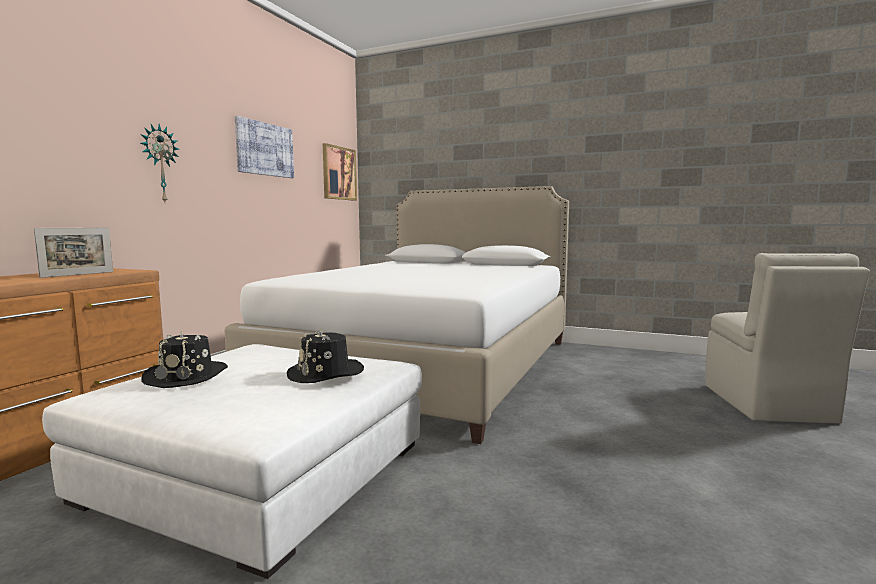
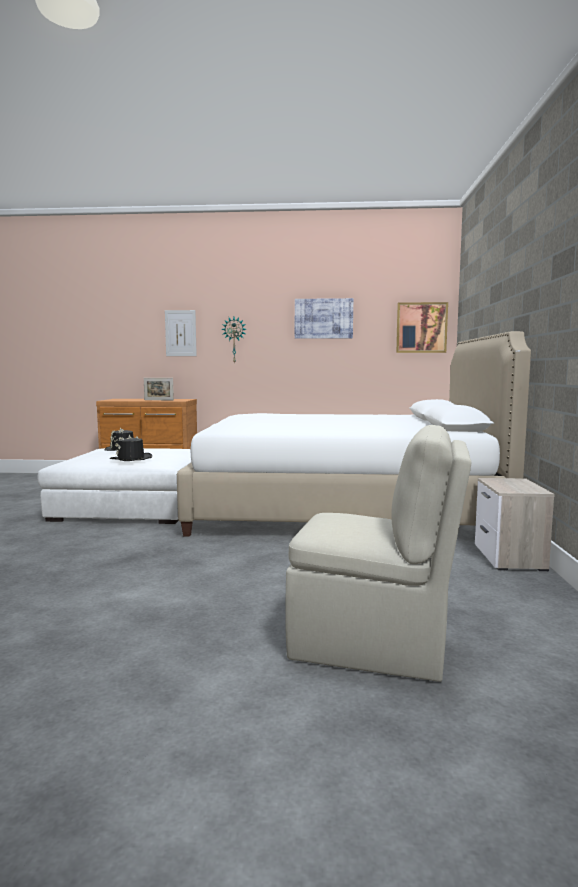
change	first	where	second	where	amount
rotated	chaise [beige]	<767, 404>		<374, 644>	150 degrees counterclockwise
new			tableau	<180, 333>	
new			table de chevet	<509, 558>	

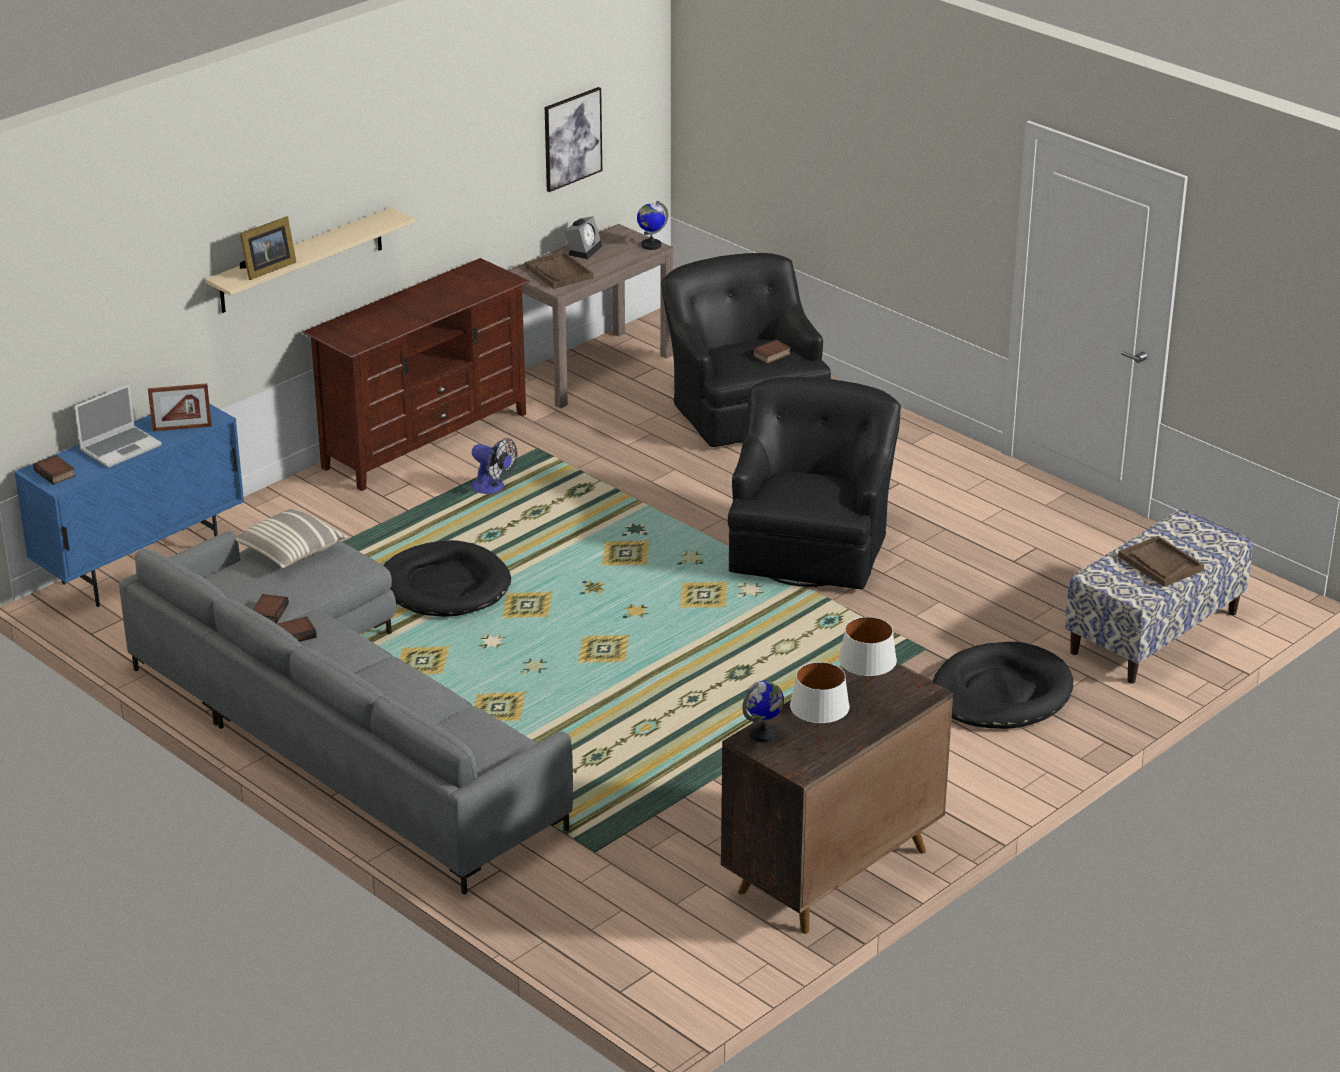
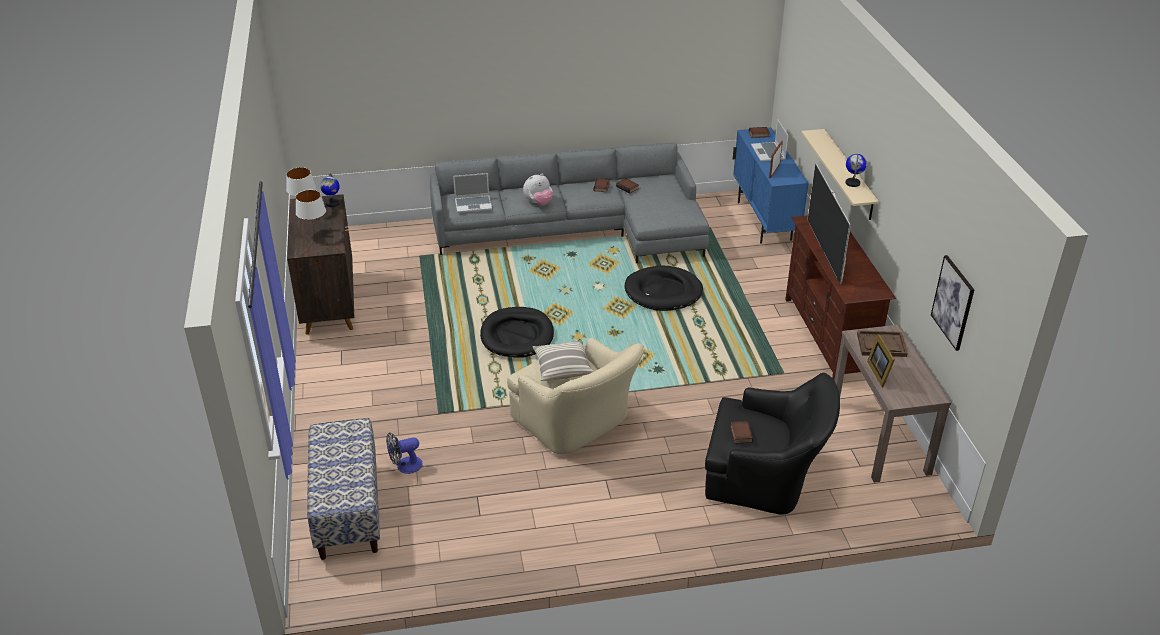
change	first	where	second	where	amount
shifted	coussin	<289, 551>		<562, 368>	
shifted	cadre photo	<266, 269>		<879, 372>	
shifted	ventilateur	<493, 488>		<405, 466>	
gone	réveil	<584, 249>			
shifted	globe	<651, 245>		<852, 183>	
repainted	fauteuil [noir]	<810, 547>	fauteuil [beige]	<576, 423>	
shifted	panier pour chien [noir]	<1001, 693>		<517, 335>	
gone	plateau [marron]	<1160, 563>			
new			ordinateur portable	<473, 204>	
new			peluche	<538, 203>	
new			téléviseur	<824, 251>	

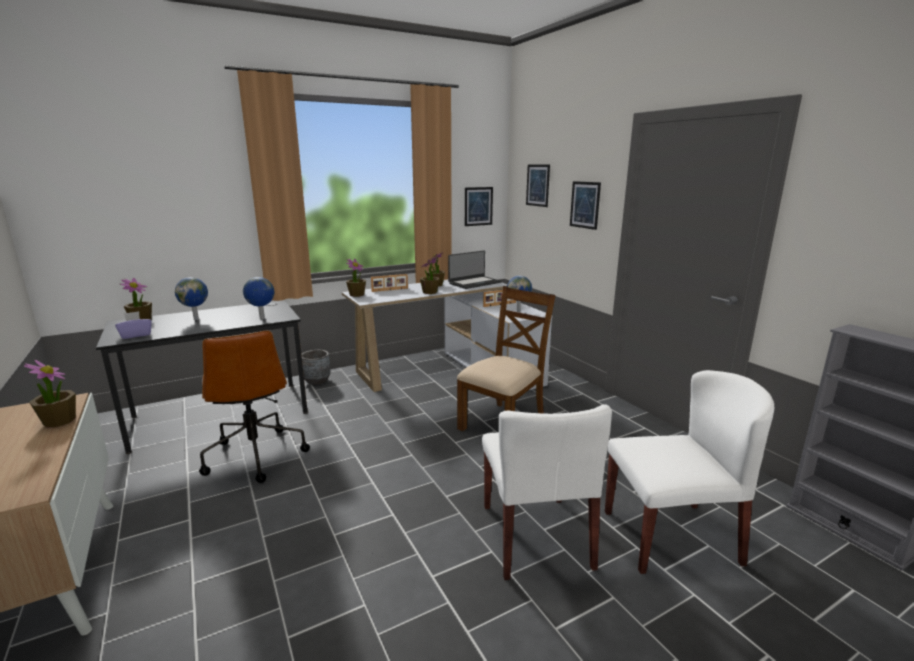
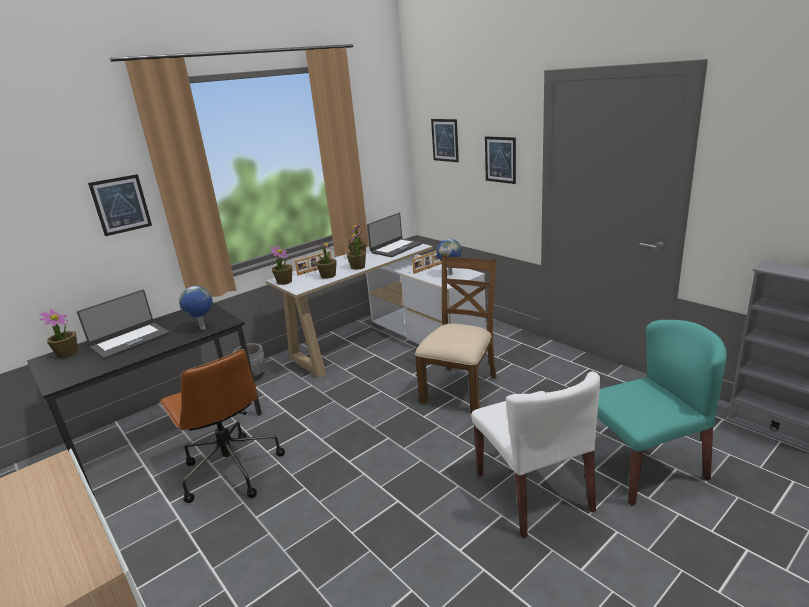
change	first	where	second	where	amount
shifted	plante en pot	<59, 421>		<328, 275>	
gone	boîte à mouchoirs [violet]	<136, 335>			
swapped	globe	<196, 319>	ordinateur portable	<130, 340>	
shifted	tableau	<478, 206>		<121, 205>	
repainted	chaise [blanc]	<671, 536>	chaise [turquoise]	<644, 467>	

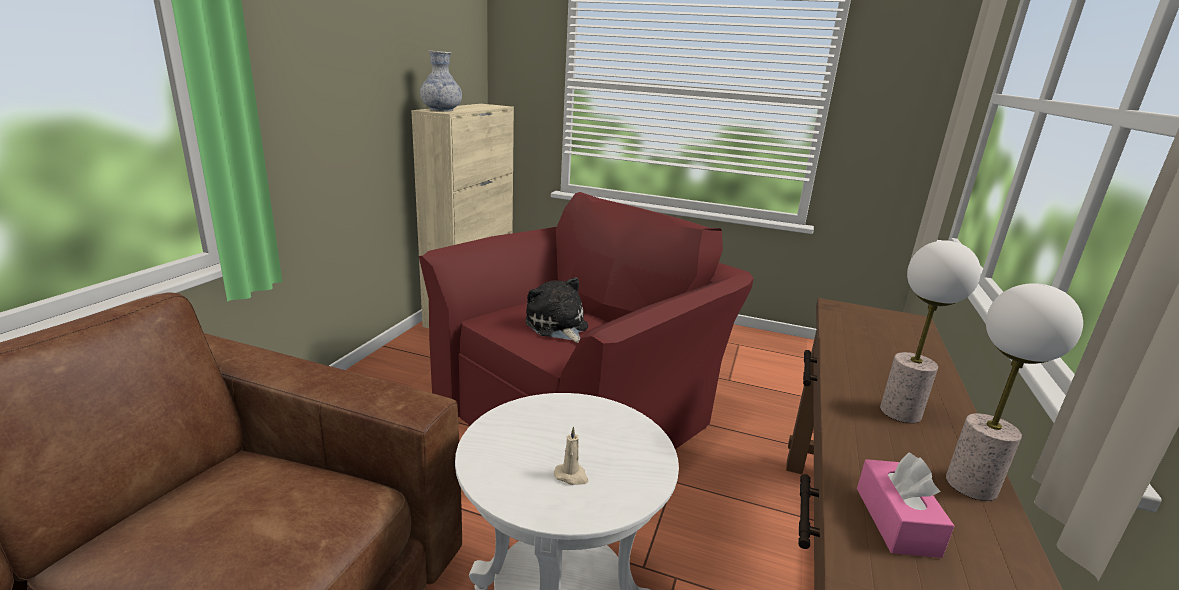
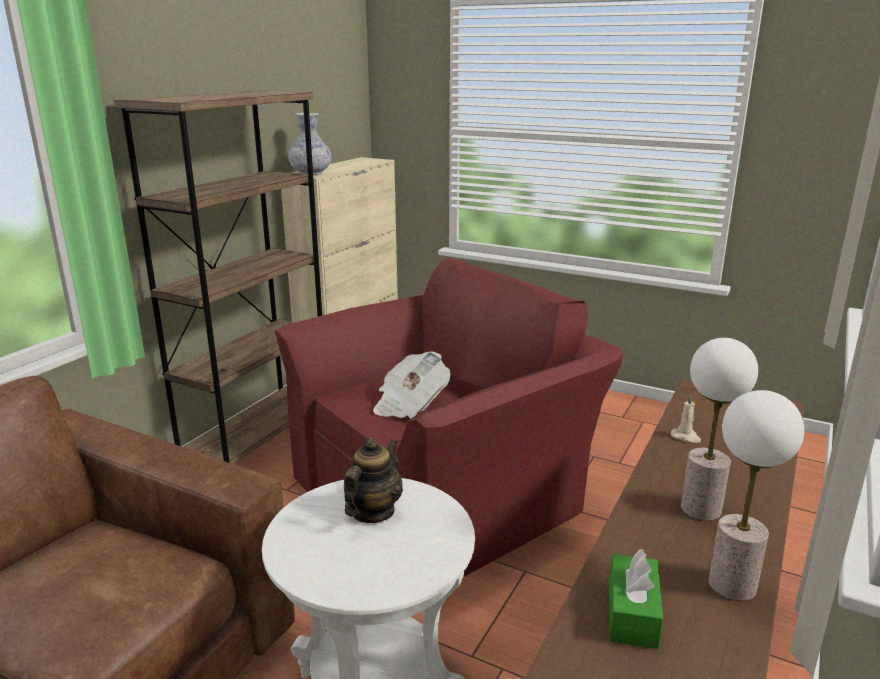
change	first	where	second	where	amount
swapped	peluche	<557, 326>	journal	<410, 404>	
shifted	bougie [beige]	<572, 476>		<686, 437>	
repainted	boîte à mouchoirs [rose]	<896, 521>	boîte à mouchoirs [vert]	<632, 614>	
new			bibliothèque [marron]	<258, 442>	
new			théière	<373, 512>	

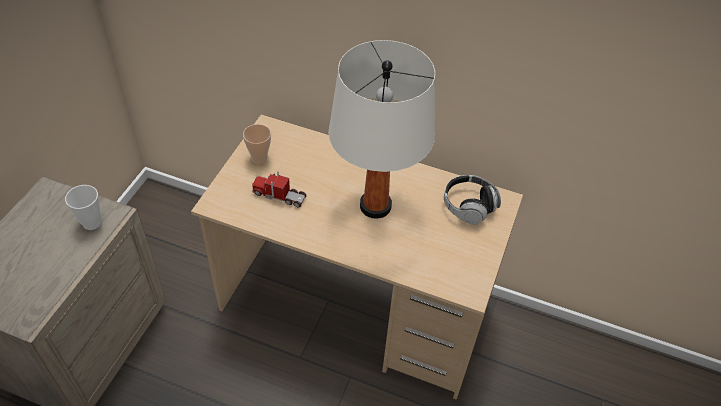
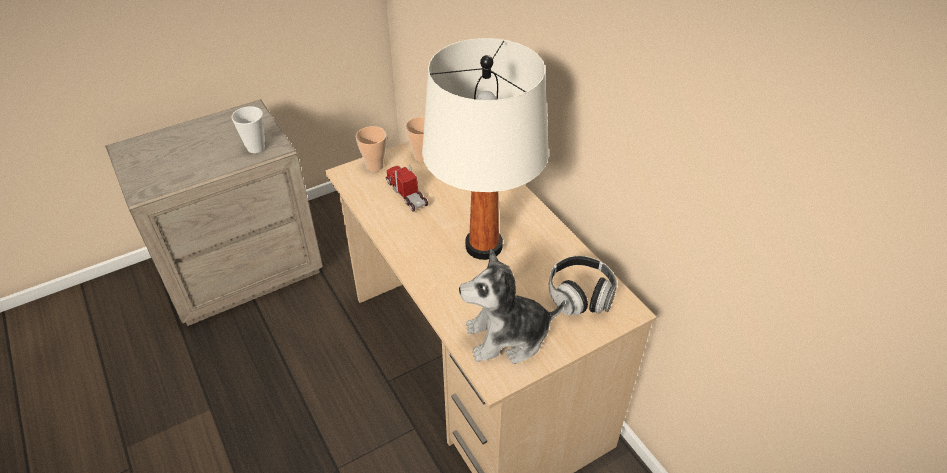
change	first	where	second	where	amount
new			tasse	<374, 166>	
new			peluche	<507, 337>	

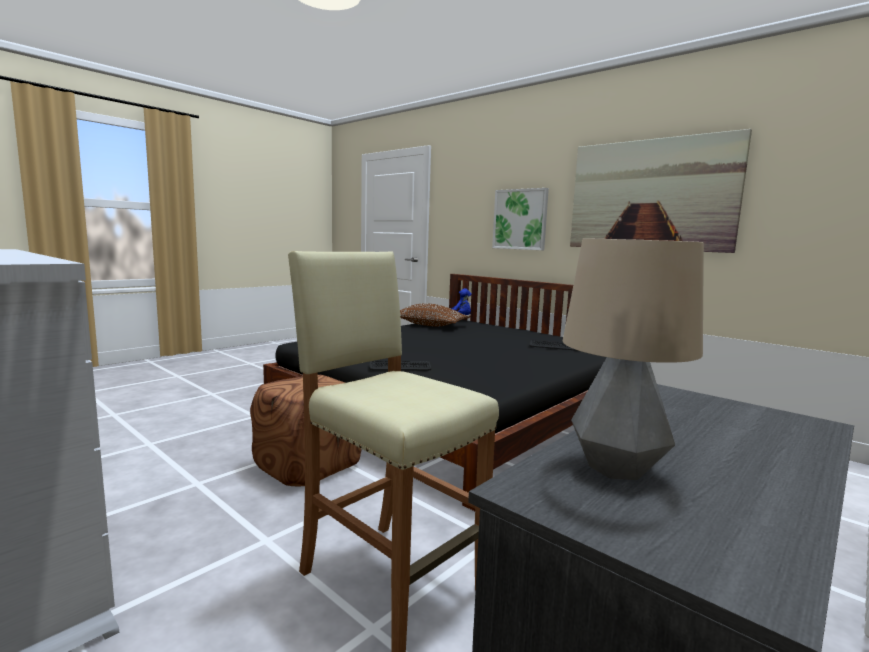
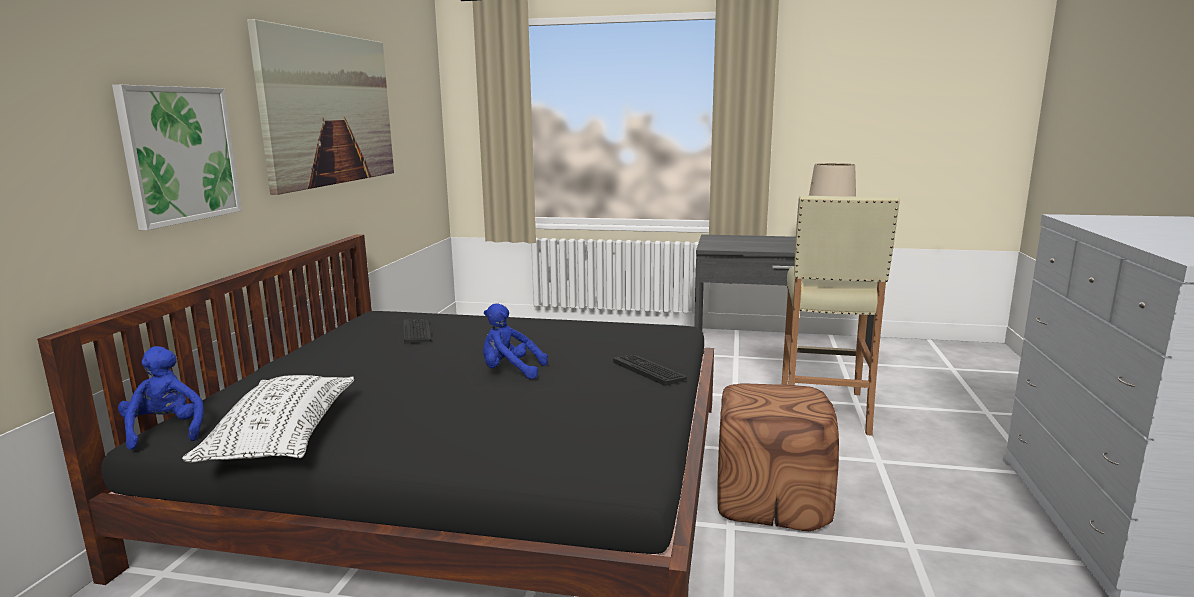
change	first	where	second	where	amount
repainted	coussin [marron]	<429, 325>	coussin [blanc]	<282, 436>	
new			peluche [bleu]	<510, 371>	

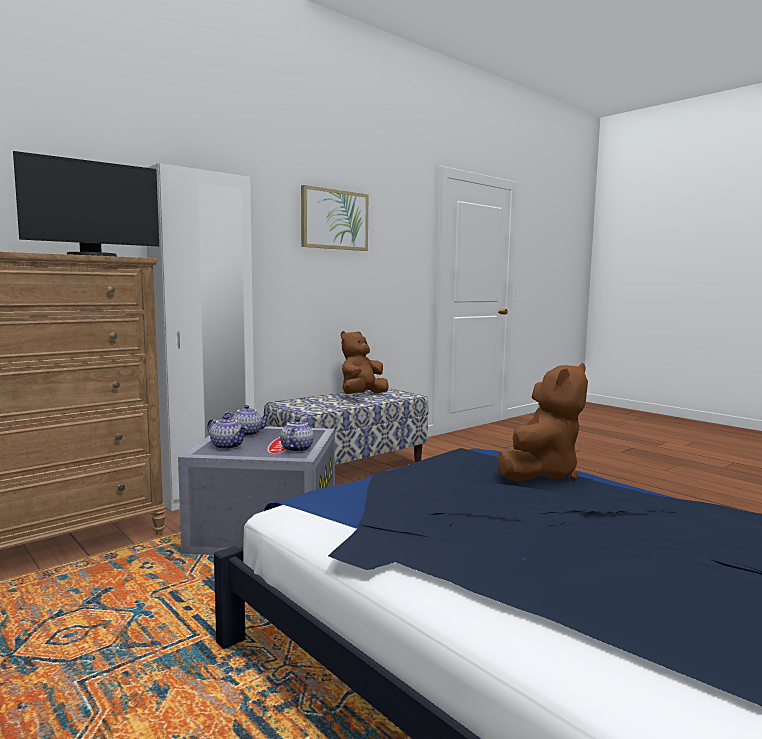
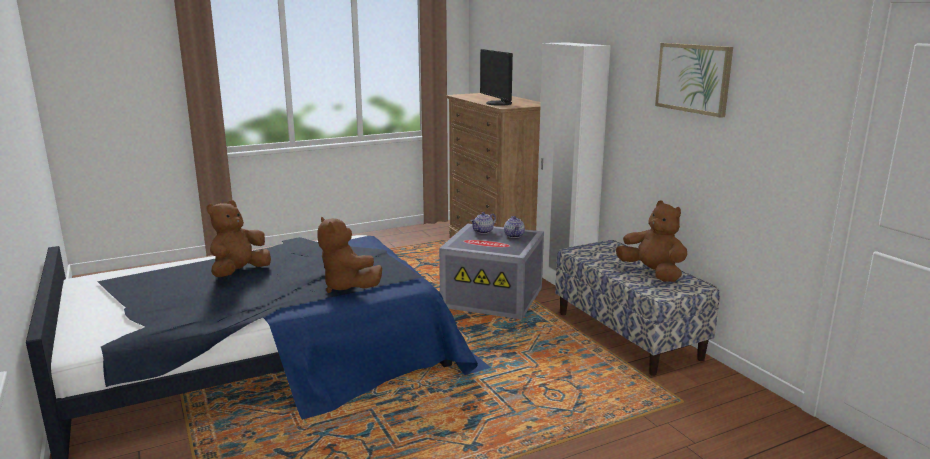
change	first	where	second	where	amount
gone	théière	<296, 449>			
new			peluche [marron]	<239, 273>	

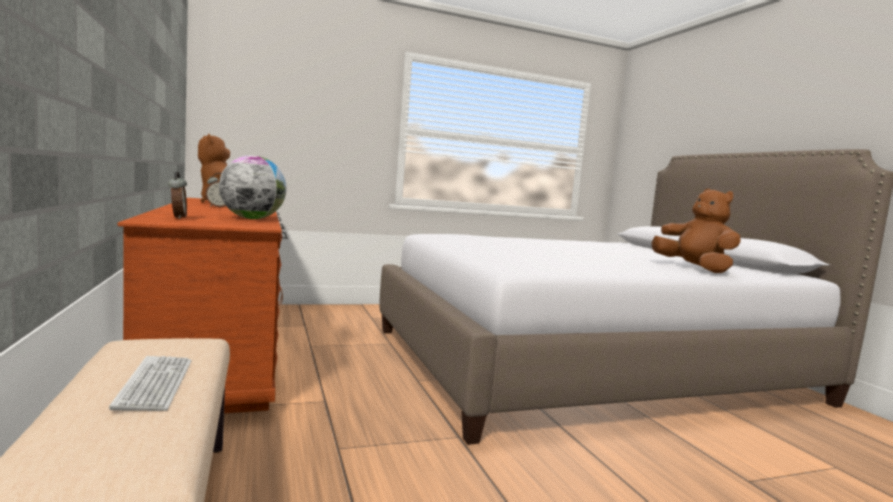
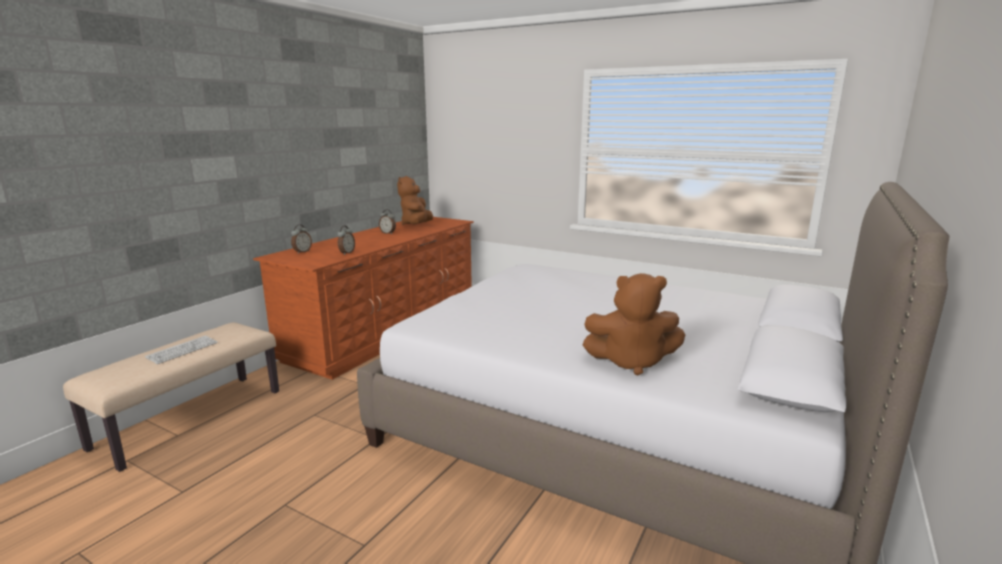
change	first	where	second	where	amount
swapped	globe	<252, 218>	réveil	<346, 253>	
rotated	peluche [marron]	<694, 268>		<631, 362>	75 degrees clockwise

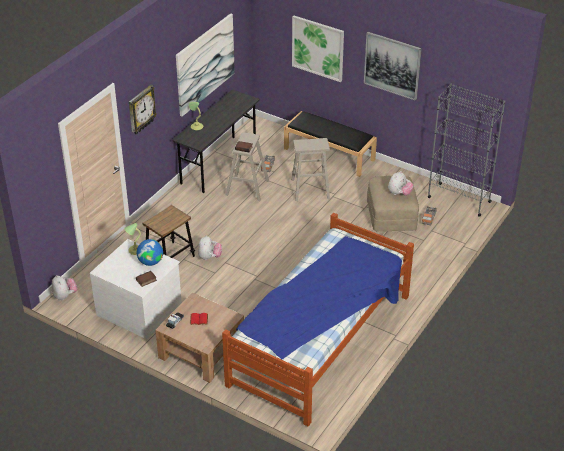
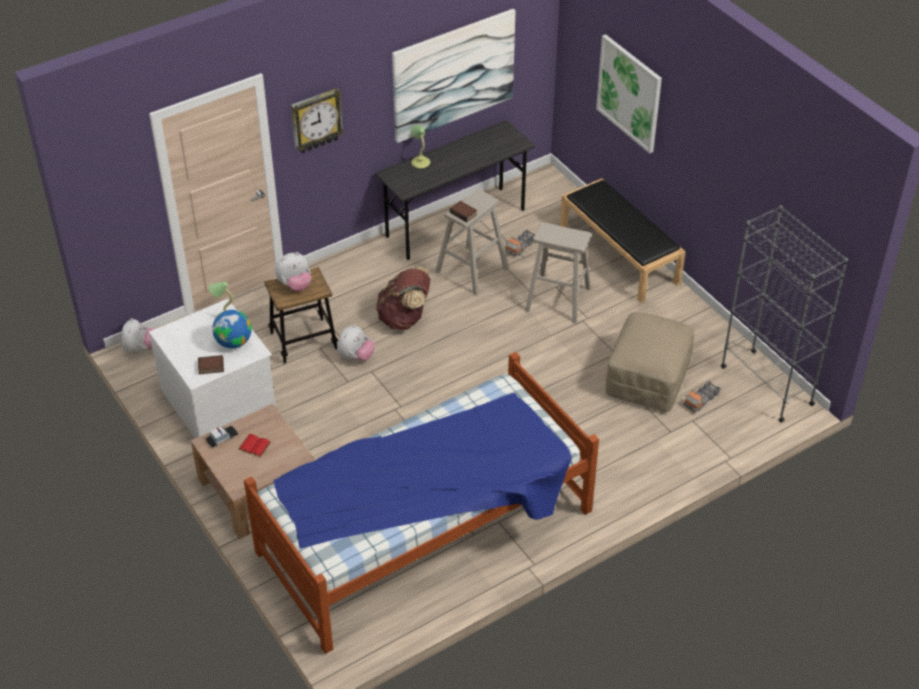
change	first	where	second	where	amount
gone	tableau	<392, 65>			
shifted	peluche	<399, 193>		<295, 285>	
new			sac à dos [marron]	<405, 318>	

